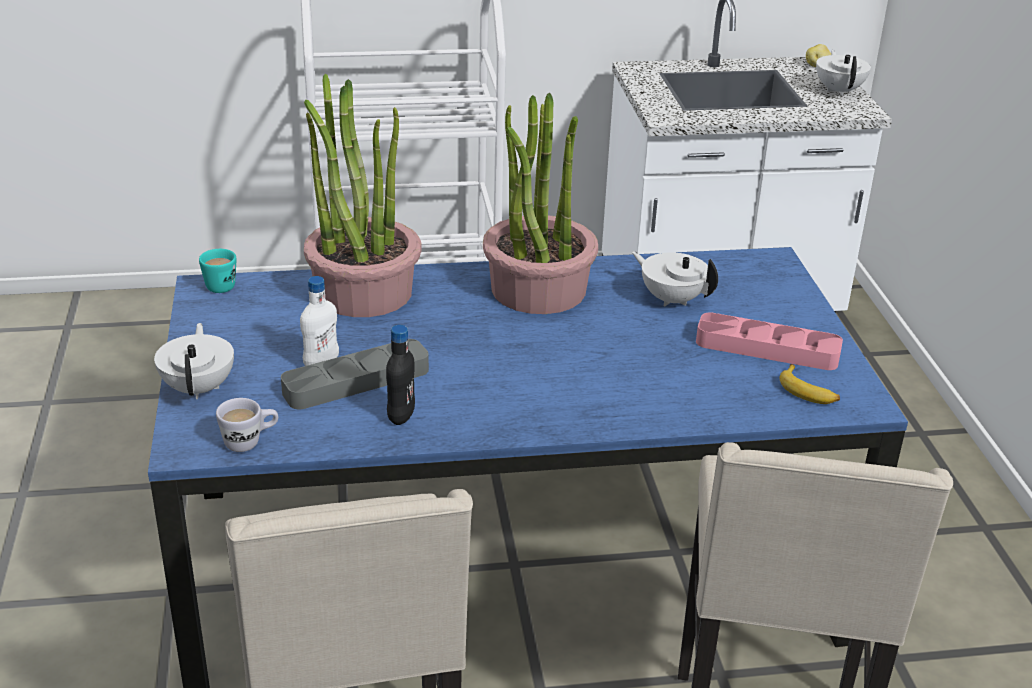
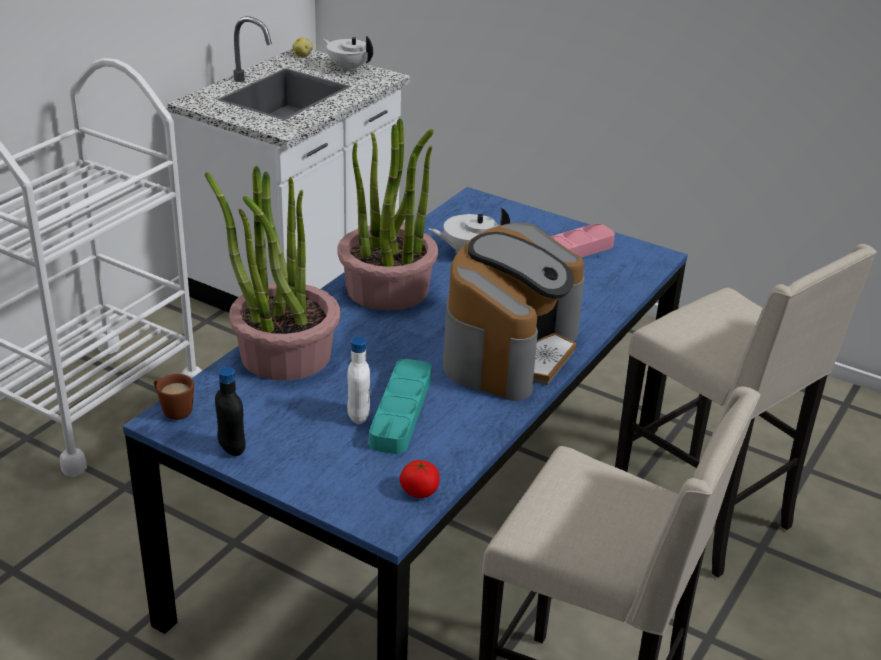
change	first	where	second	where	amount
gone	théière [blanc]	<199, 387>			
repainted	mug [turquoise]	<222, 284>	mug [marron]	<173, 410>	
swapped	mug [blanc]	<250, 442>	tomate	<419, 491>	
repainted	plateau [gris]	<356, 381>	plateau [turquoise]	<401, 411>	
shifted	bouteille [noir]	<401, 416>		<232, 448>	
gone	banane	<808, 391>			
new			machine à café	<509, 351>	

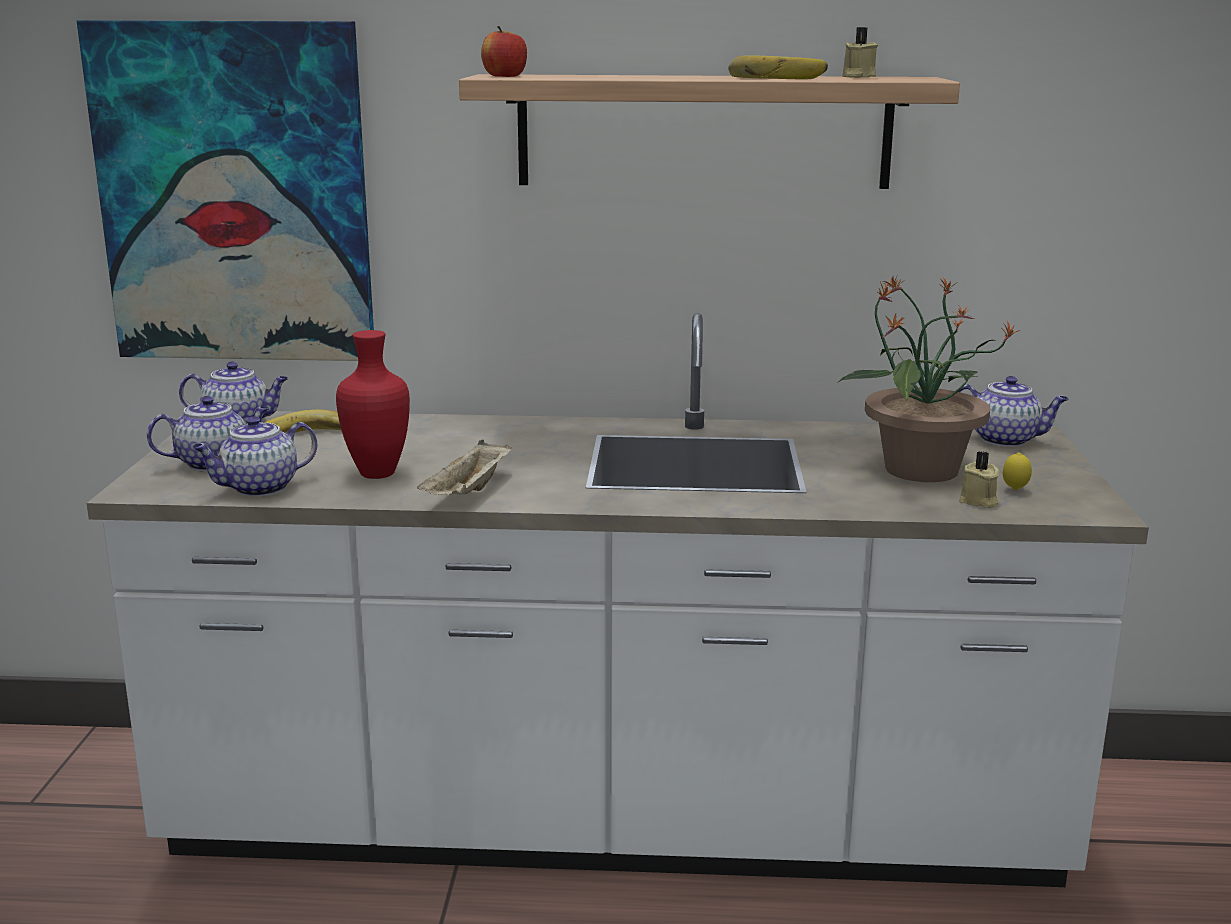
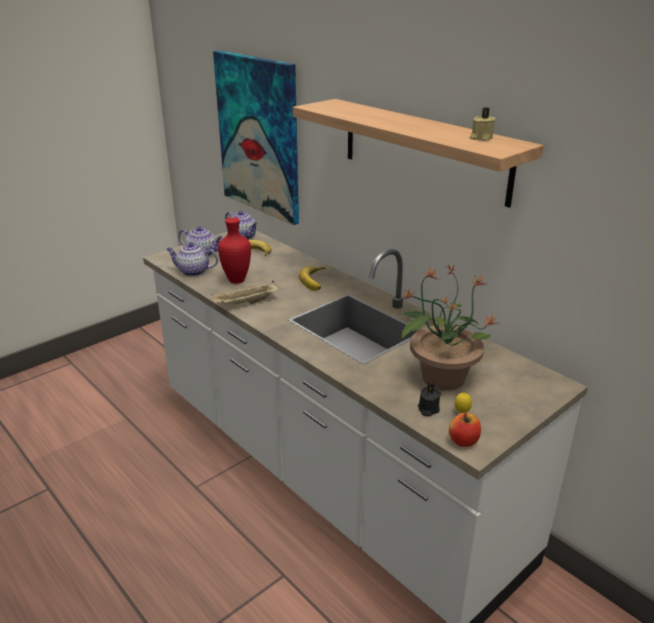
change	first	where	second	where	amount
shifted	pomme	<504, 76>		<463, 441>	
shifted	banane	<778, 77>		<316, 281>	
gone	théière	<1005, 440>			
repainted	bougie [beige]	<978, 501>	bougie [noir]	<428, 409>	

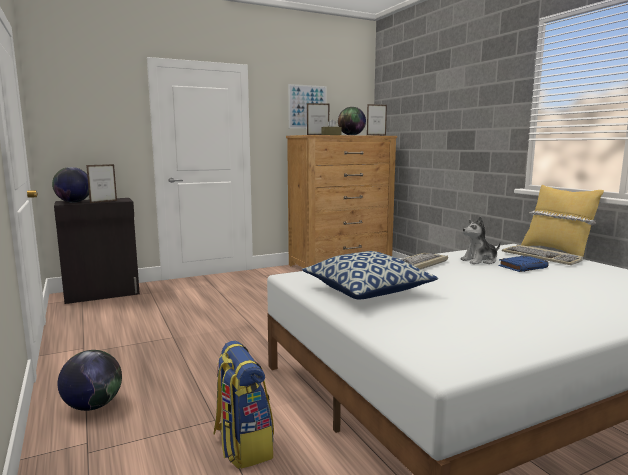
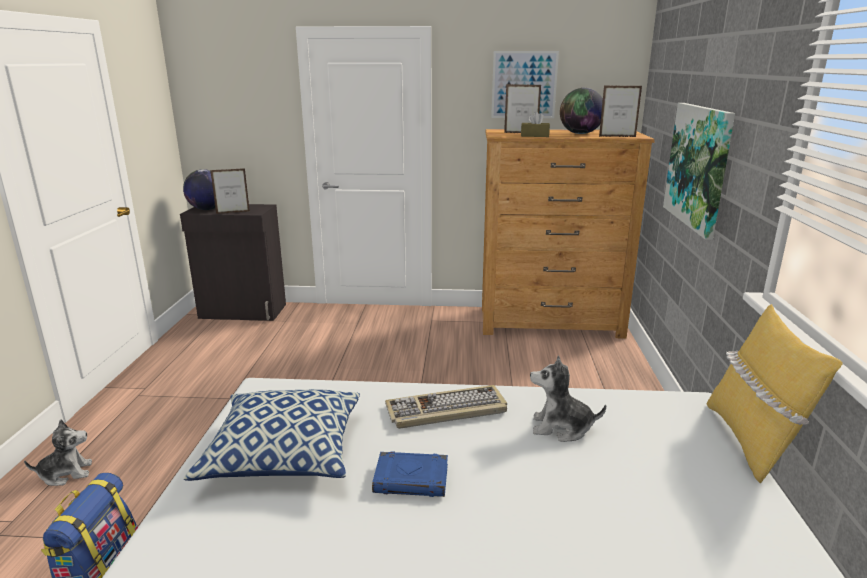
change	first	where	second	where	amount
swapped	globe	<93, 406>	peluche	<66, 473>	
shifted	livre [bleu]	<523, 267>		<412, 479>	
gone	clavier	<542, 257>			
new			tableau	<698, 166>	

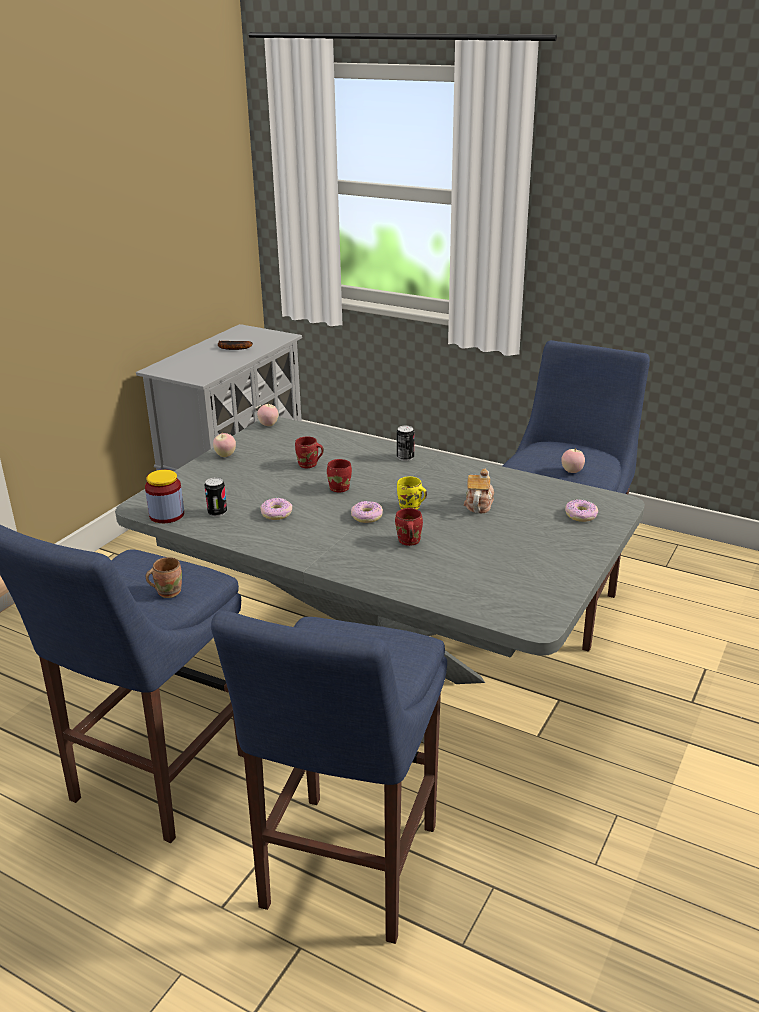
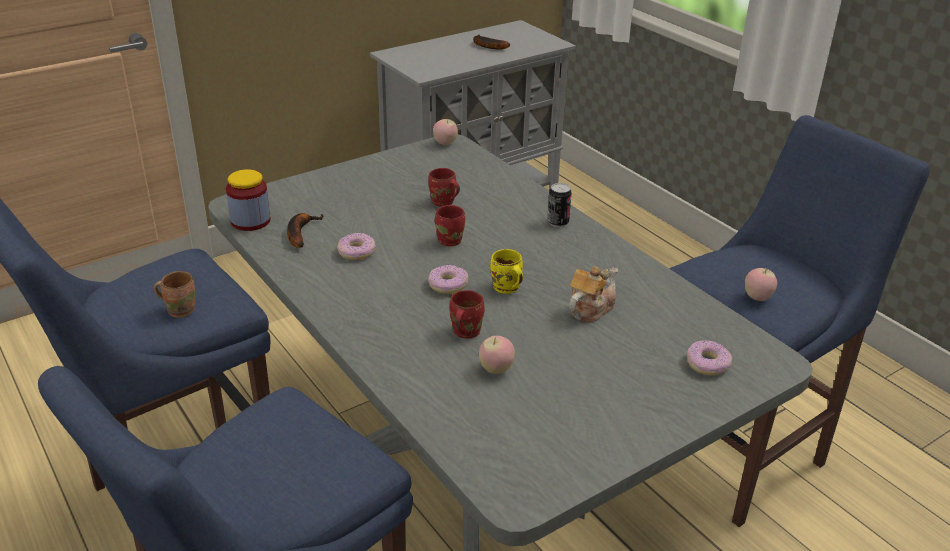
change	first	where	second	where	amount
swapped	boîte métallique	<217, 512>	banane	<300, 233>	
shifted	pomme	<225, 455>		<496, 369>	

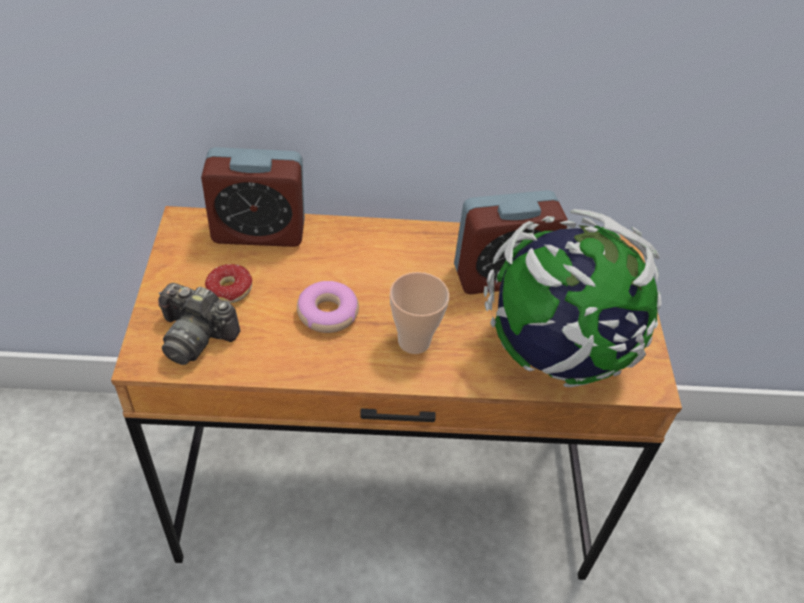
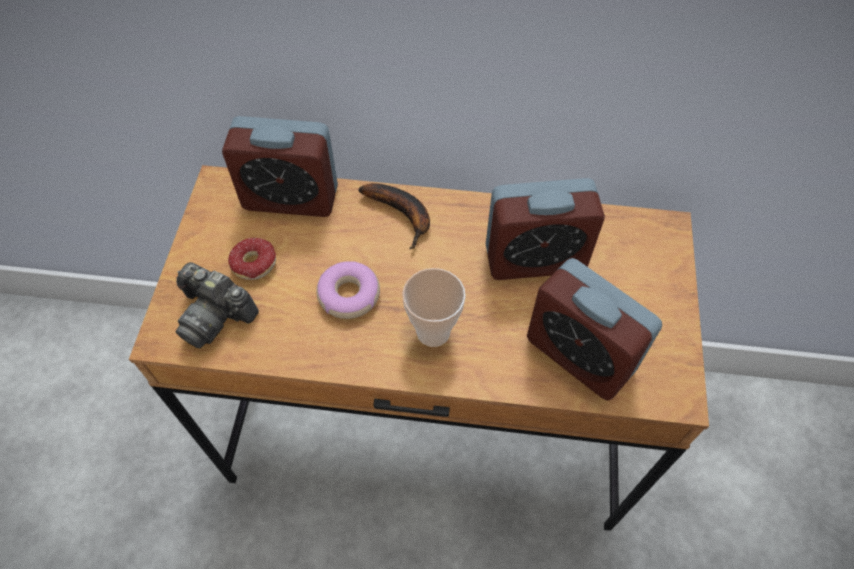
change	first	where	second	where	amount
swapped	globe	<555, 354>	réveil	<579, 355>	
new			banane	<403, 215>	

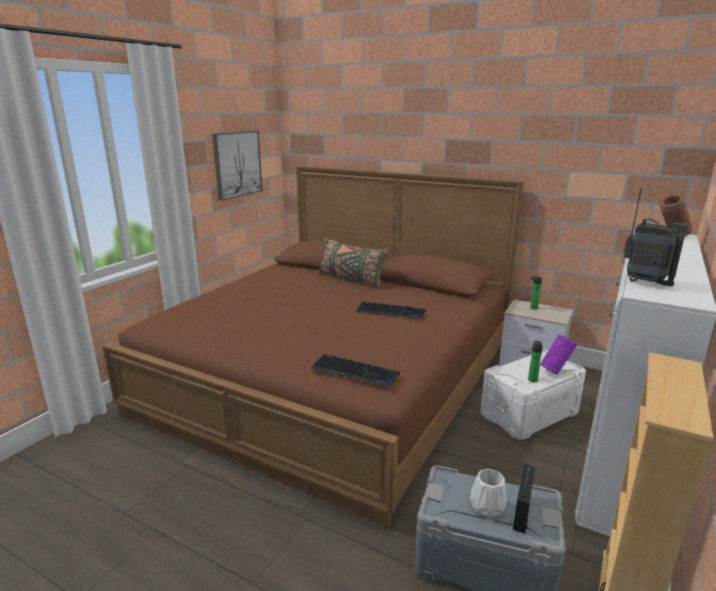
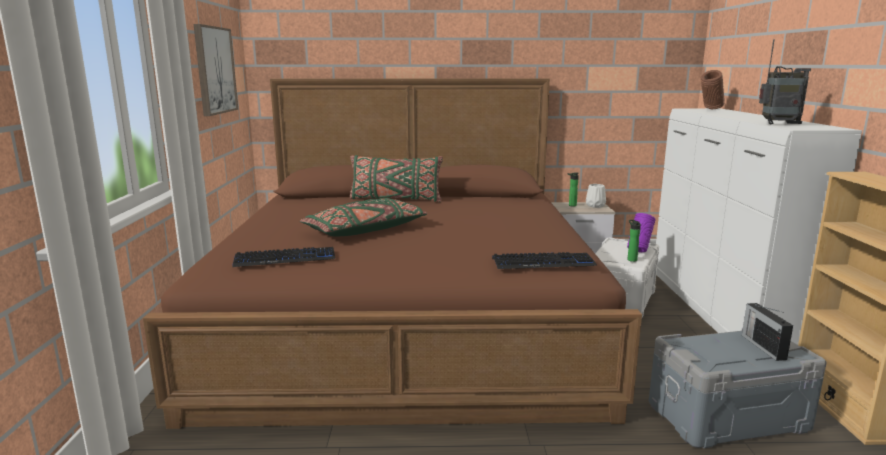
change	first	where	second	where	amount
shifted	clavier	<391, 312>		<285, 258>	
shifted	vase [blanc]	<486, 506>		<594, 205>	
new			coussin [vert]	<365, 230>	

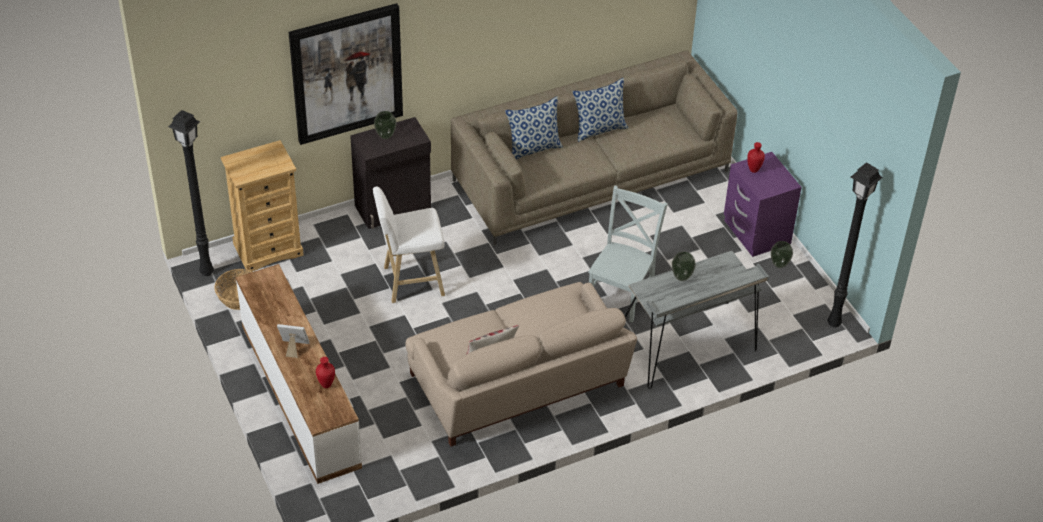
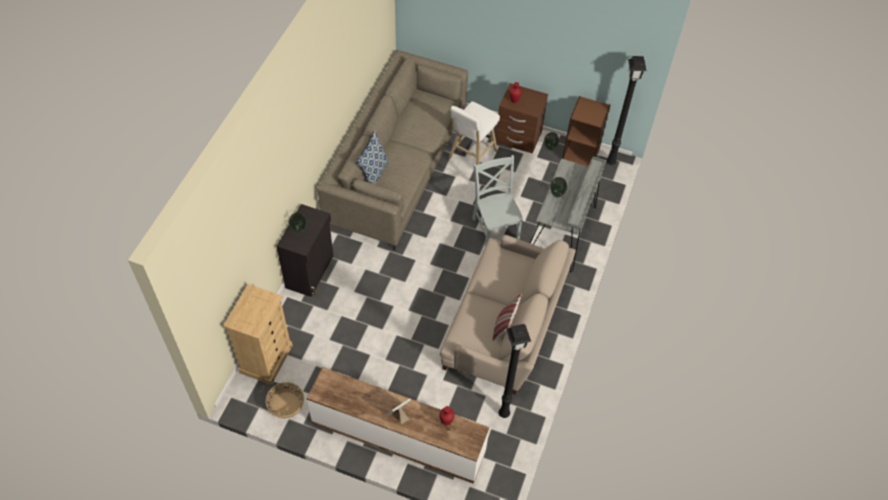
change	first	where	second	where	amount
shifted	lampadaire [noir]	<205, 272>		<503, 414>	
gone	tableau	<346, 73>			
shifted	tabouret [blanc]	<410, 282>		<471, 155>	
gone	coussin	<599, 129>			
repainted	table de chevet [violet]	<756, 233>	table de chevet [marron]	<518, 137>	
new			bibliothèque [marron]	<581, 153>	

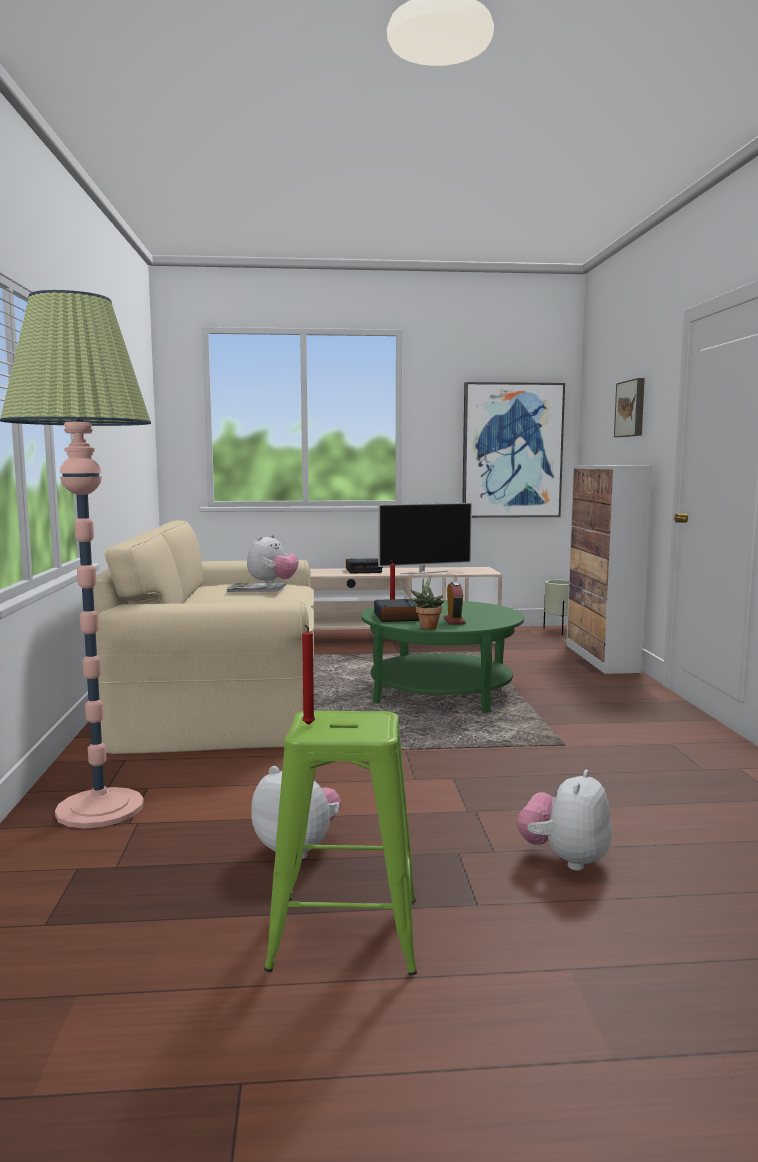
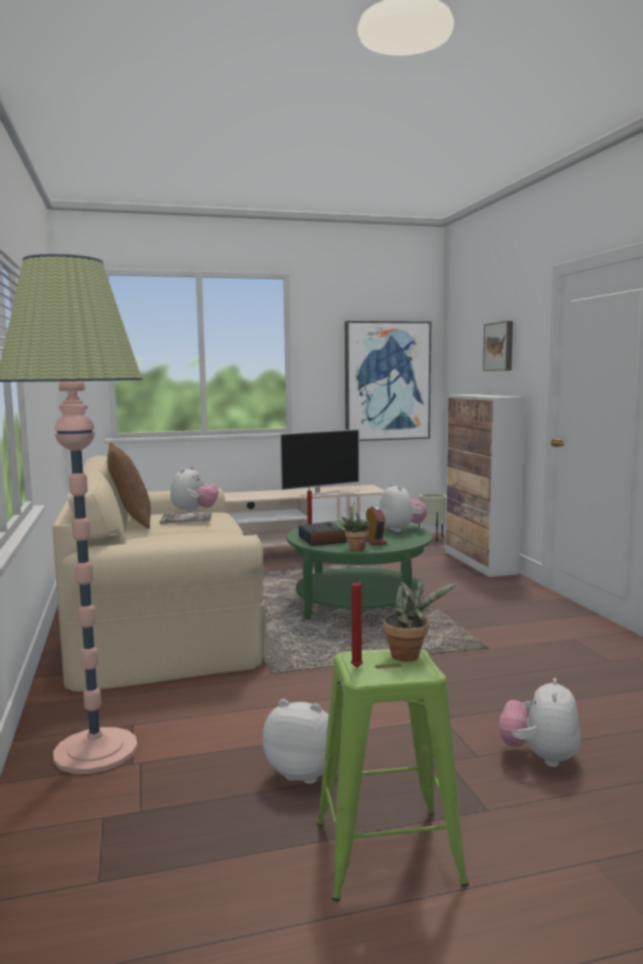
change	first	where	second	where	amount
gone	réveil	<364, 571>			
new			coussin [marron]	<130, 522>	
new			peluche	<401, 530>	
new			plante en pot	<410, 656>	

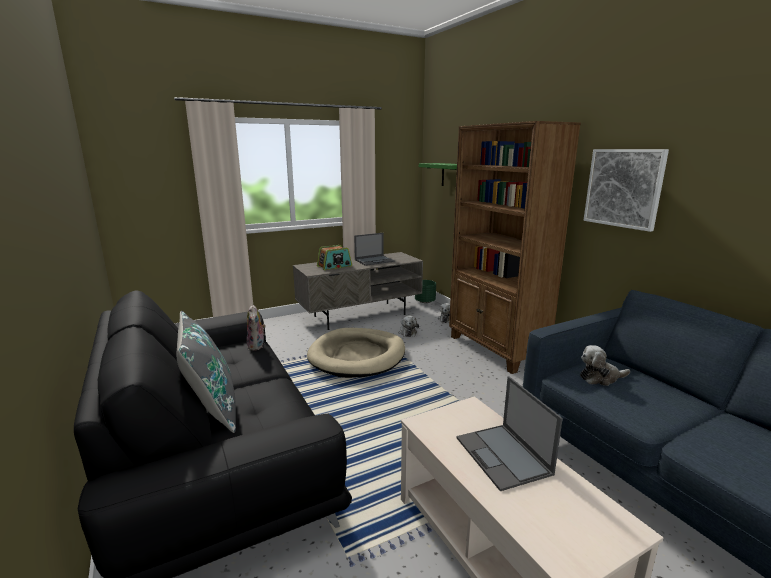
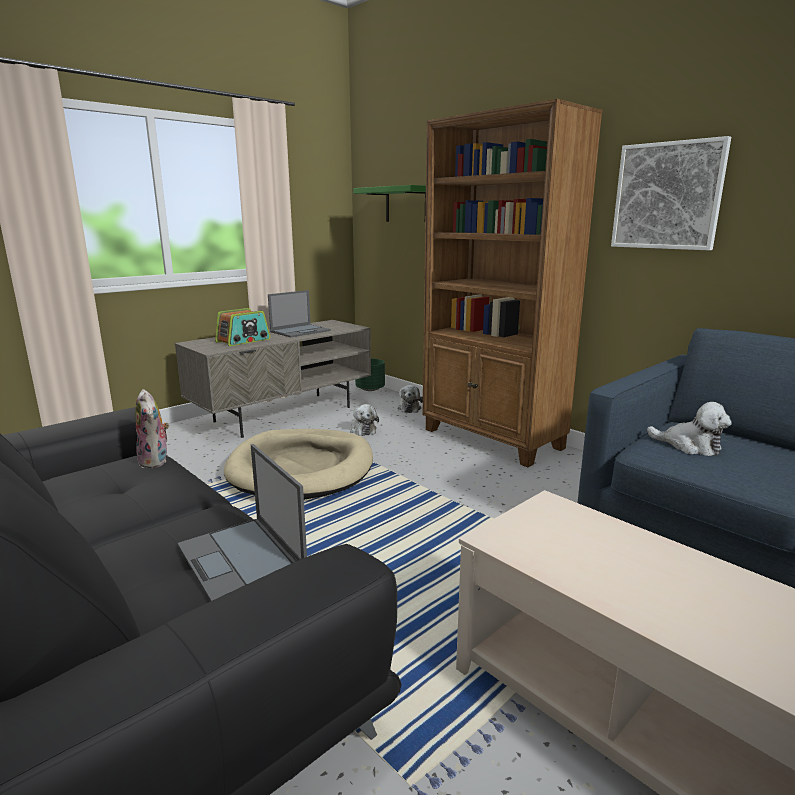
change	first	where	second	where	amount
gone	coussin [gris]	<212, 409>			
shifted	ordinateur portable	<503, 456>		<242, 560>	
rotated	peluche	<600, 378>		<689, 446>	120 degrees counterclockwise

